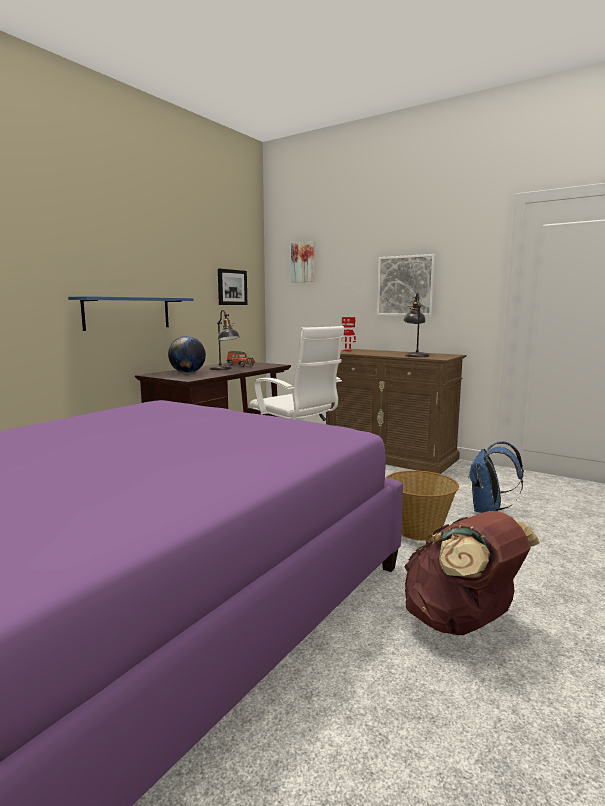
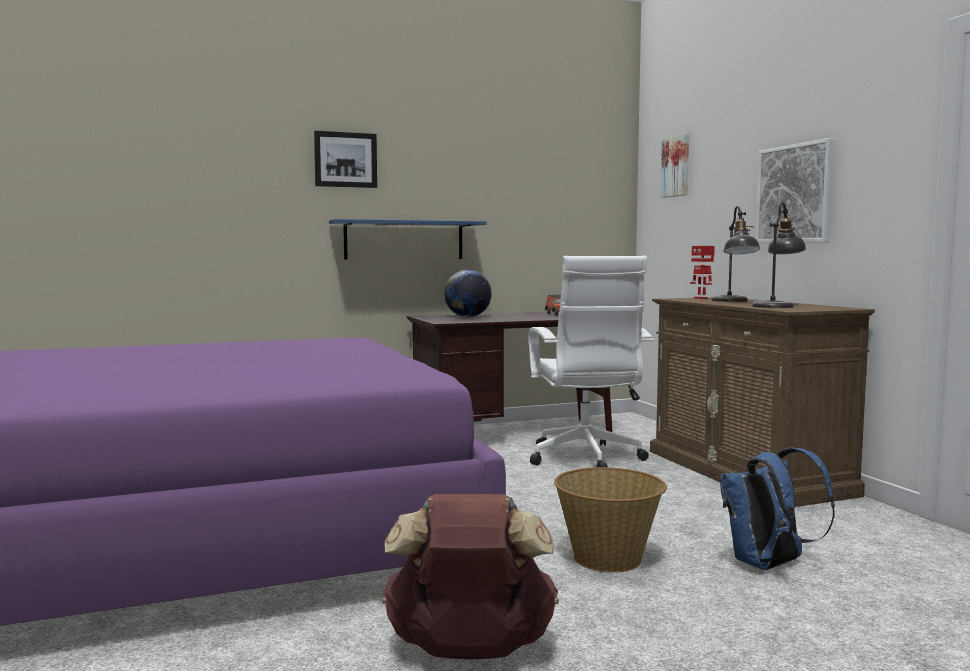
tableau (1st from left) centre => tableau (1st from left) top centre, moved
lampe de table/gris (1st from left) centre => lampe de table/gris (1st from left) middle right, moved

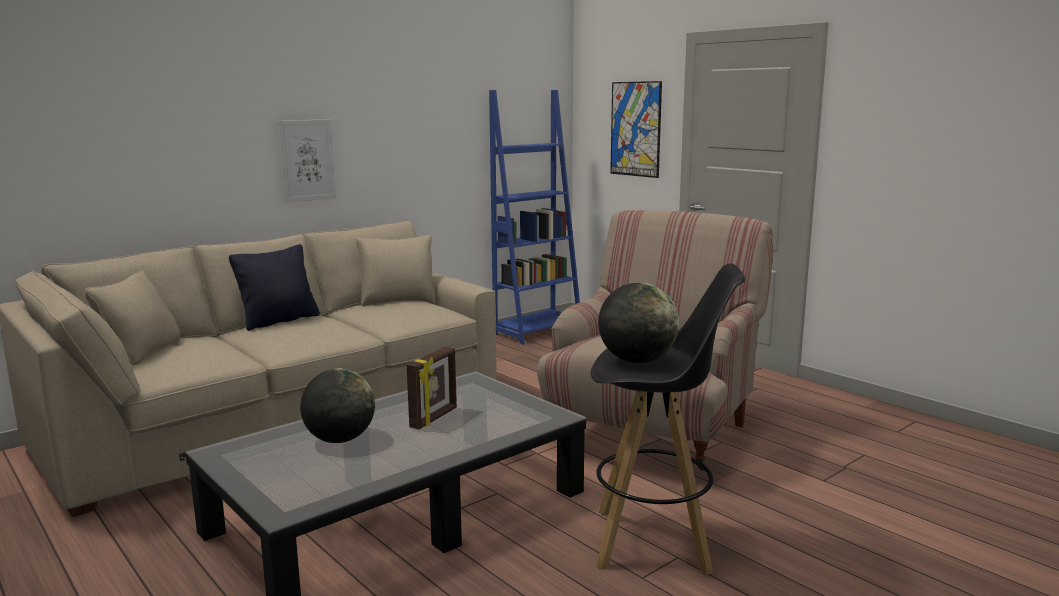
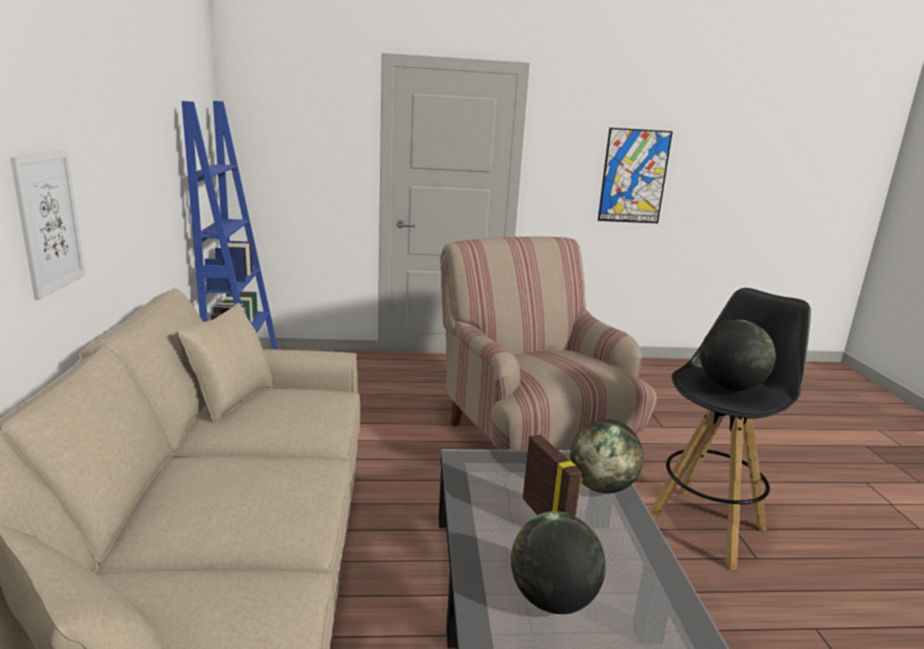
tableau (2nd from left) top centre => tableau (2nd from left) top right, moved
coussin/noir middle left => nothing
nothing => globe (2nd from left) bottom centre

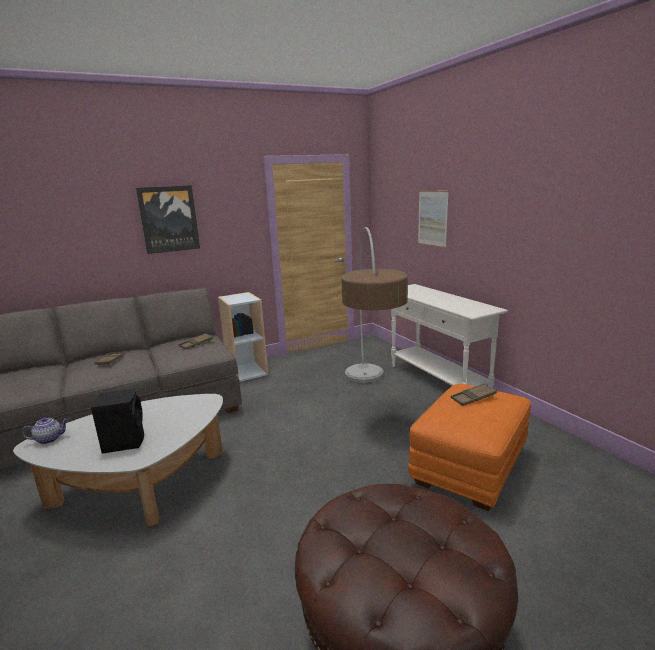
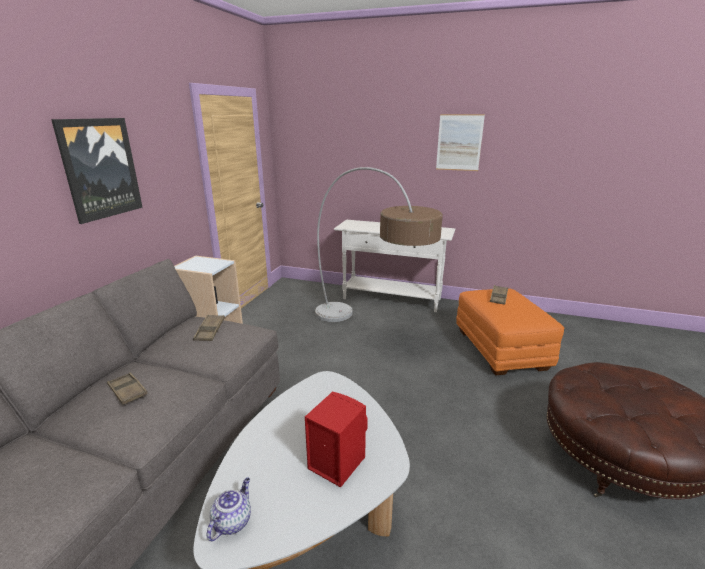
tableau (2nd from left) centre => tableau (2nd from left) top centre, moved
enceinte/noir middle left => enceinte/rouge bottom centre

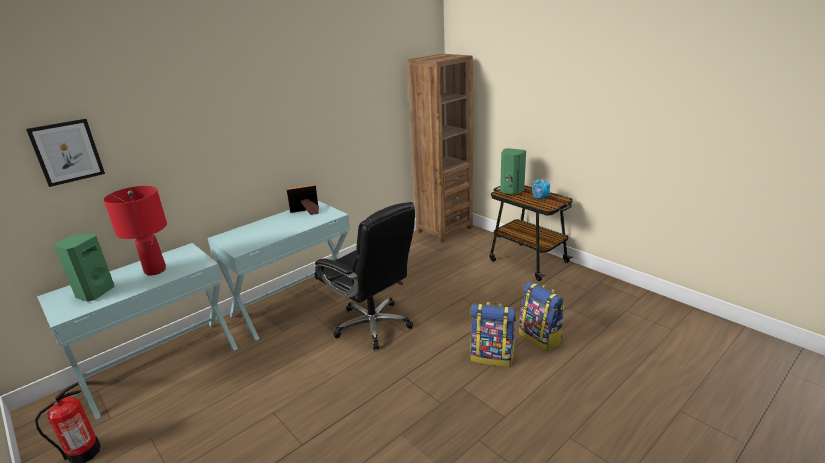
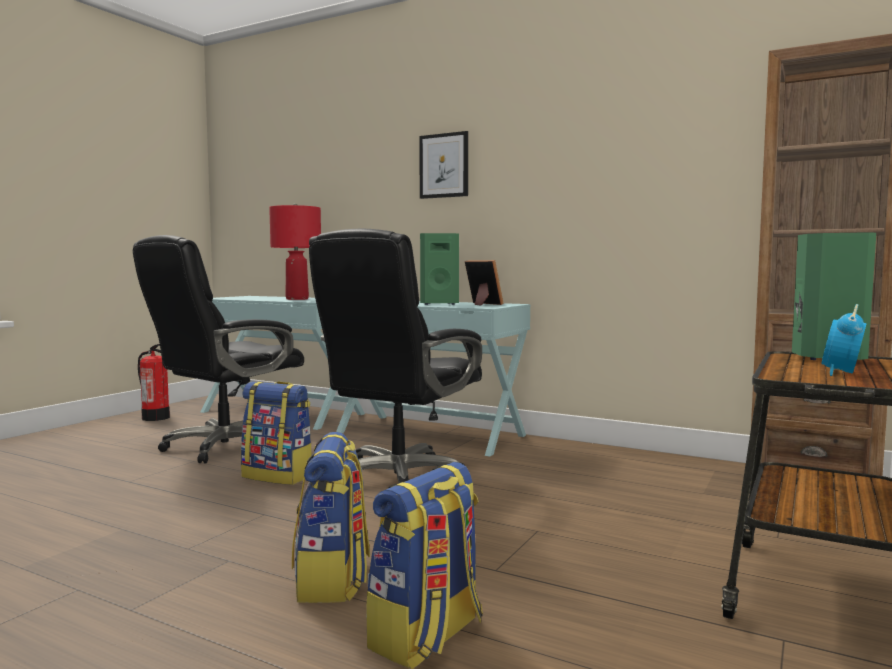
tableau top left => tableau top centre, moved
enceinte/vert (1st from left) middle left => enceinte/vert (1st from left) centre, moved
nothing => chaise de bureau/noir (1st from left) middle left
nothing => sac à dos (1st from left) middle left

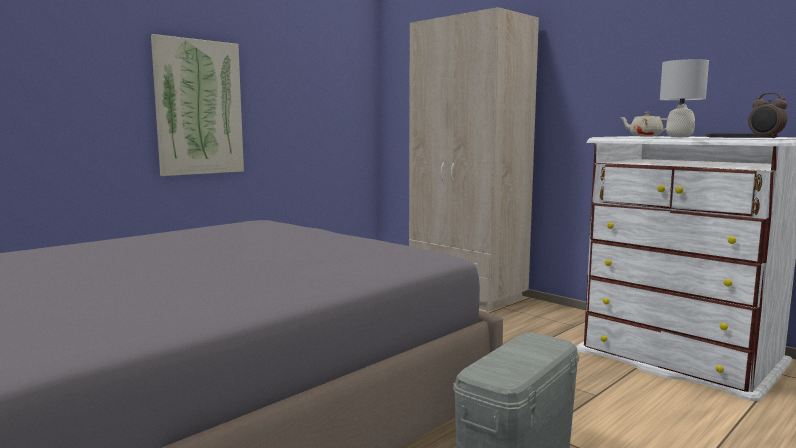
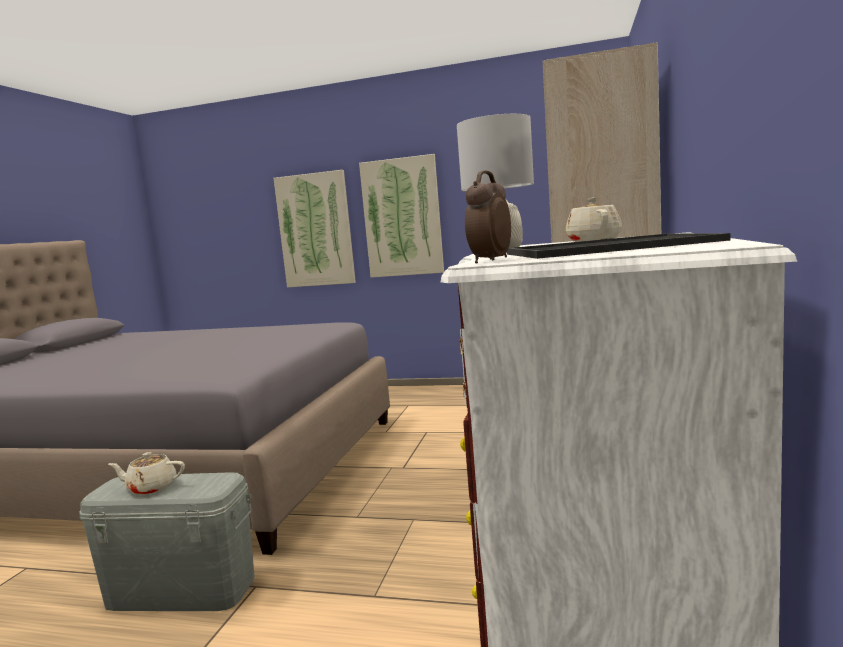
nothing => tableau (1st from left) centre
nothing => théière/beige (1st from left) bottom left

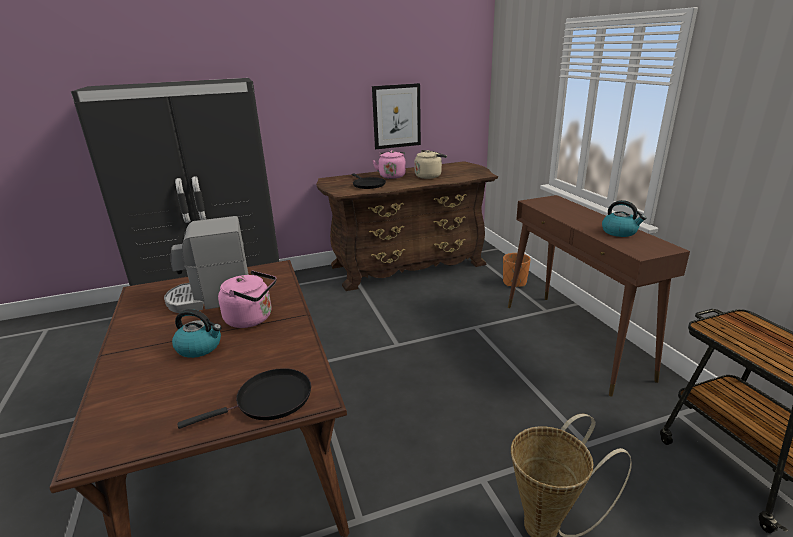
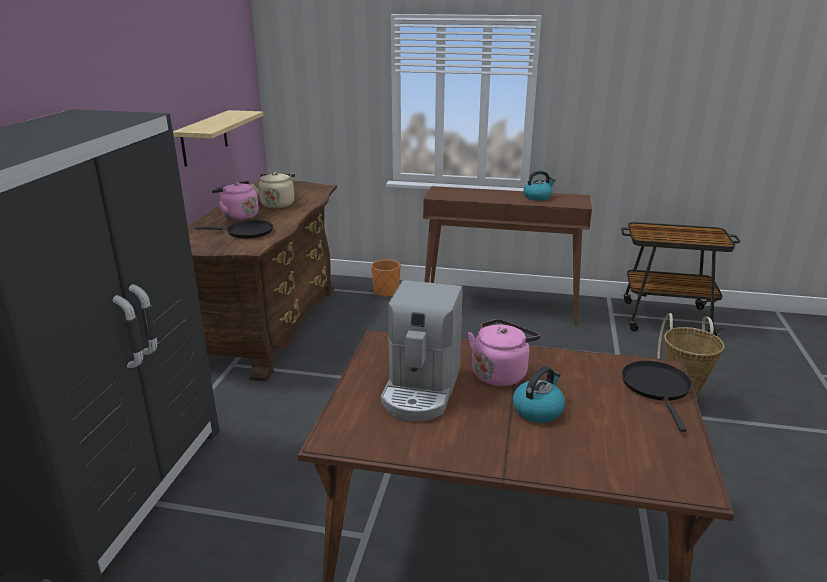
tableau top centre => étagère top left

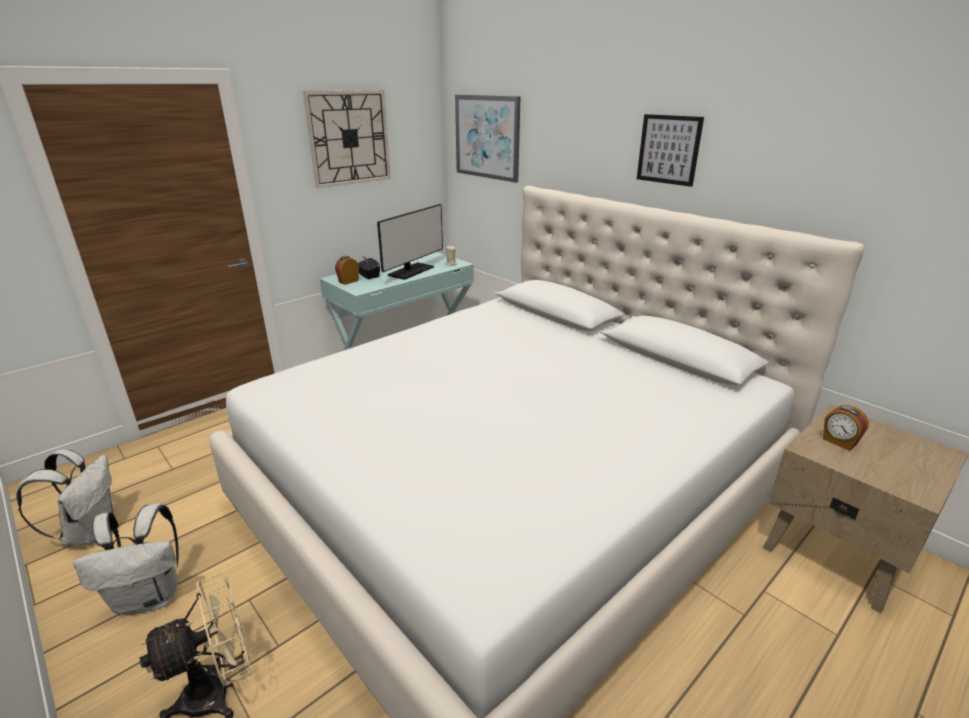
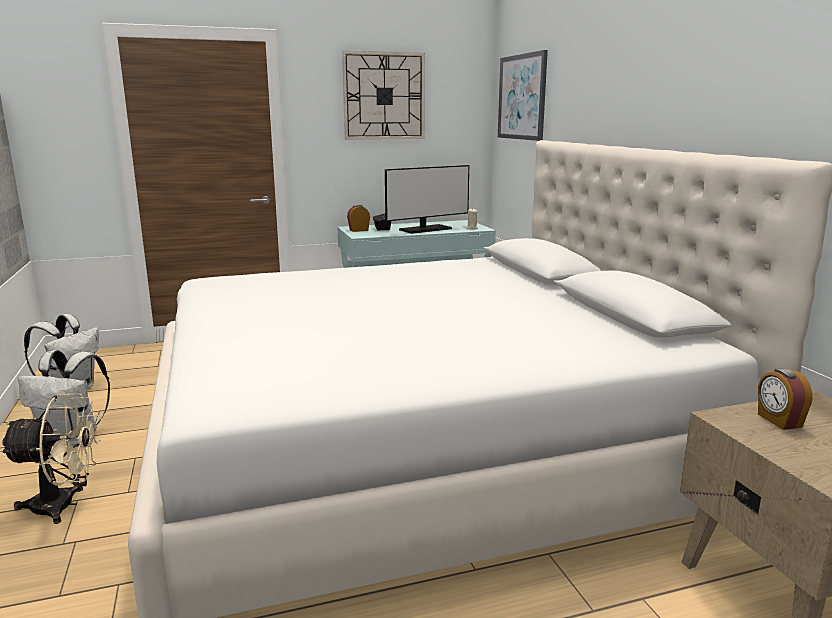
tableau (2nd from left) top right => nothing

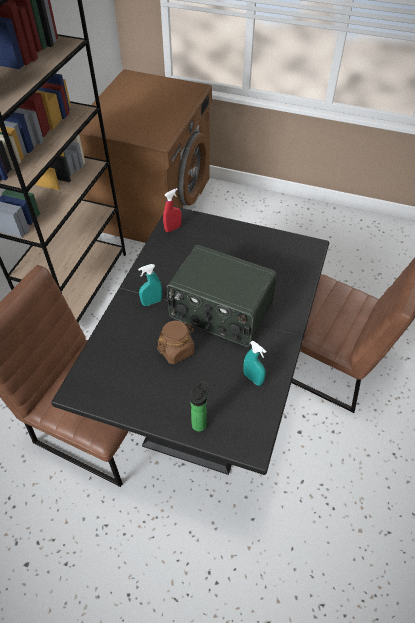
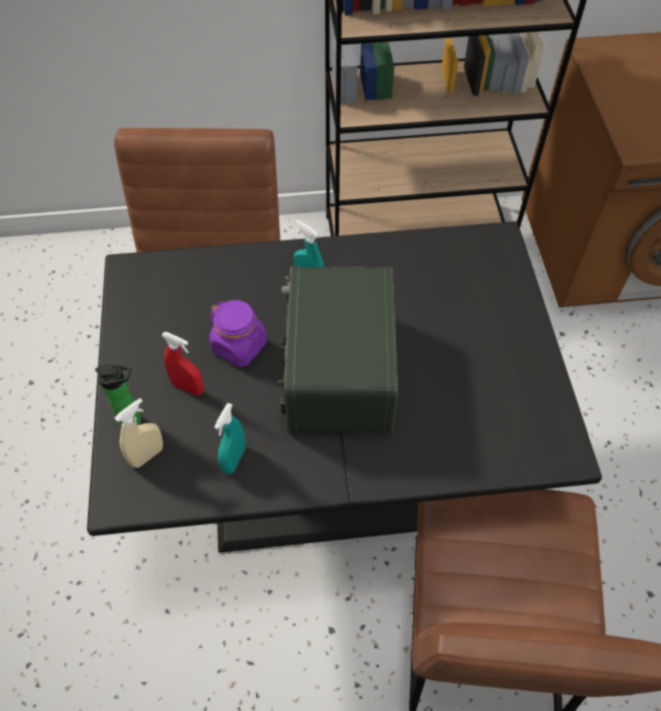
vaporisateur/rouge centre => vaporisateur/rouge middle left, moved
bocal/marron centre => bocal/violet centre
nothing => vaporisateur/beige middle left

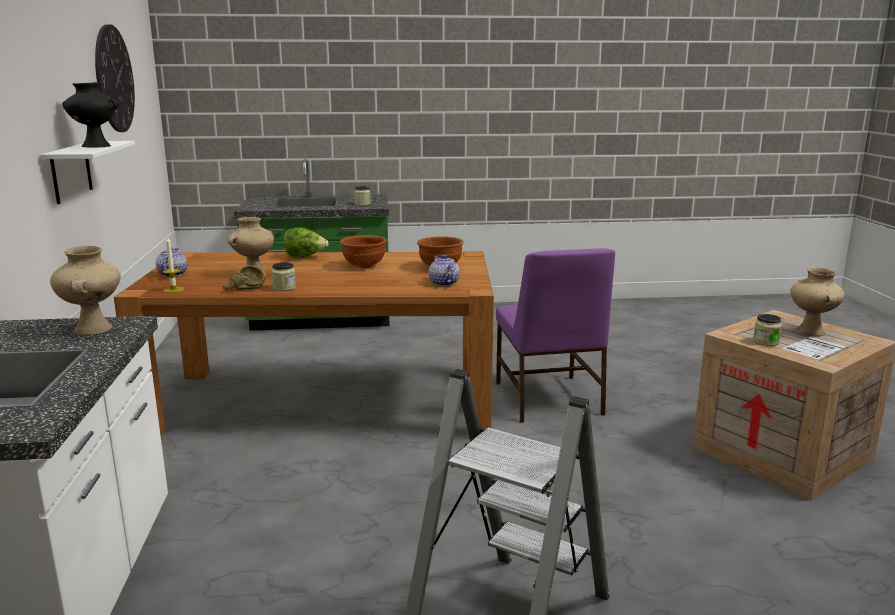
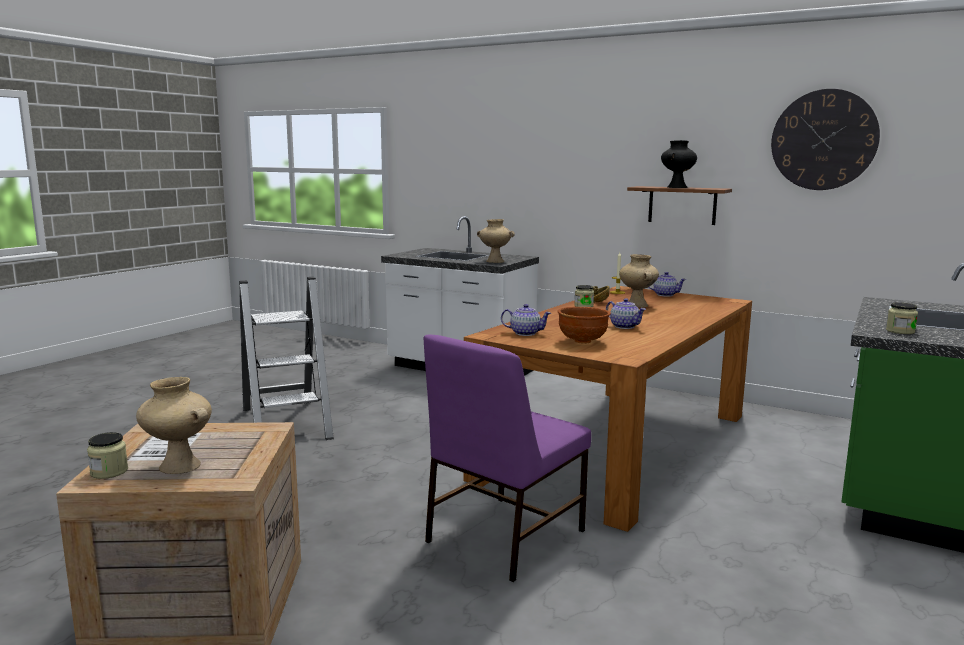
étagère/blanc top left => étagère/marron top right
laitue centre => nothing
bol/marron (2nd from left) centre => théière (2nd from left) centre
chaise/violet centre => chaise/violet bottom centre, 75 degrees counterclockwise
bocal (3rd from left in the first image) middle right => bocal (1st from left) bottom left, moved

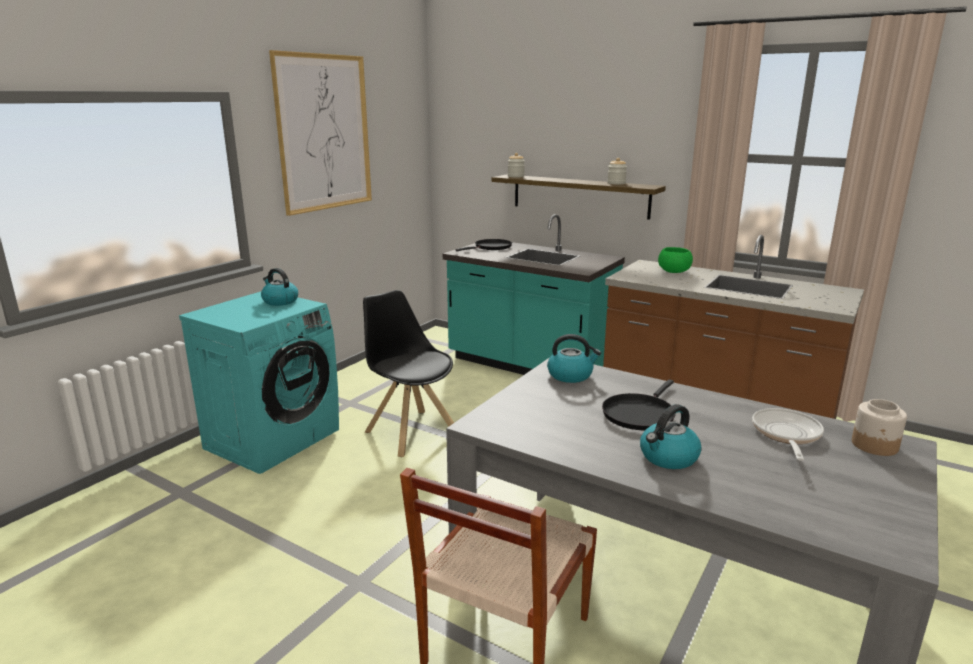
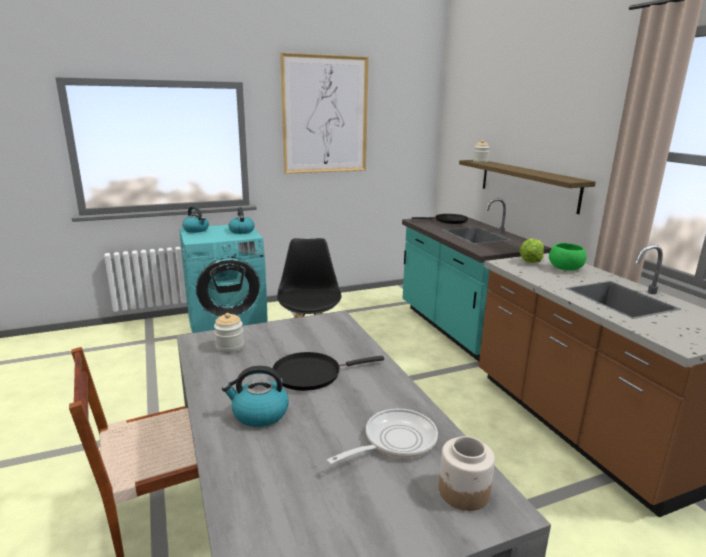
bocal (2nd from left in the first image) top centre => bocal (1st from left) middle left, moved
bouilloire (2nd from left in the first image) centre => bouilloire (1st from left) middle left, moved
nothing => laitue middle right

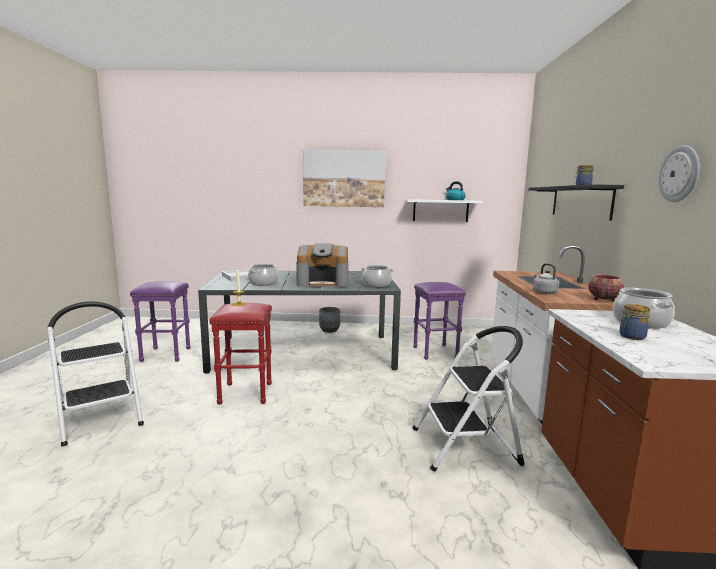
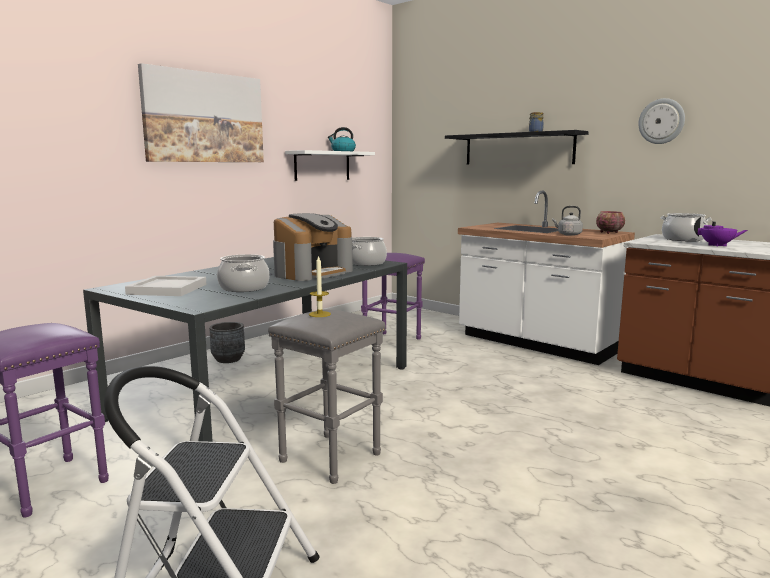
tabouret/rouge centre => tabouret/gris bottom centre
bocal (2nd from left) middle right => théière/violet middle right
escabeau (2nd from left) bottom centre => nothing

